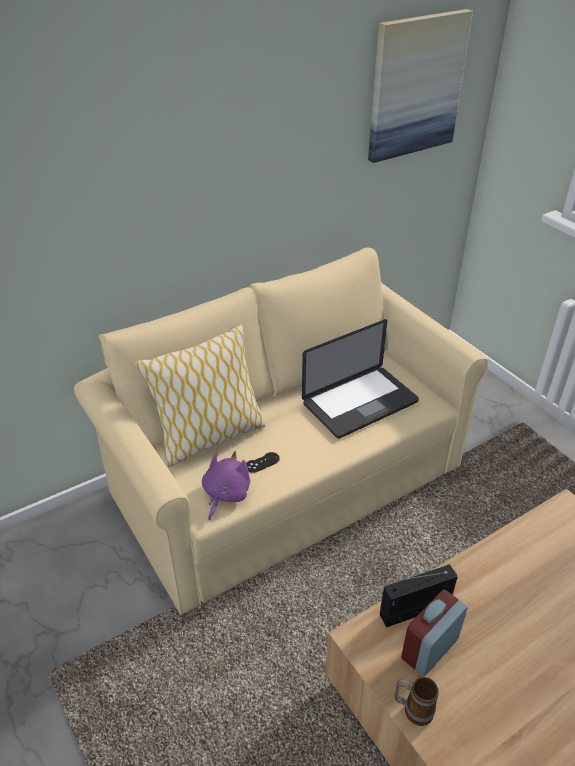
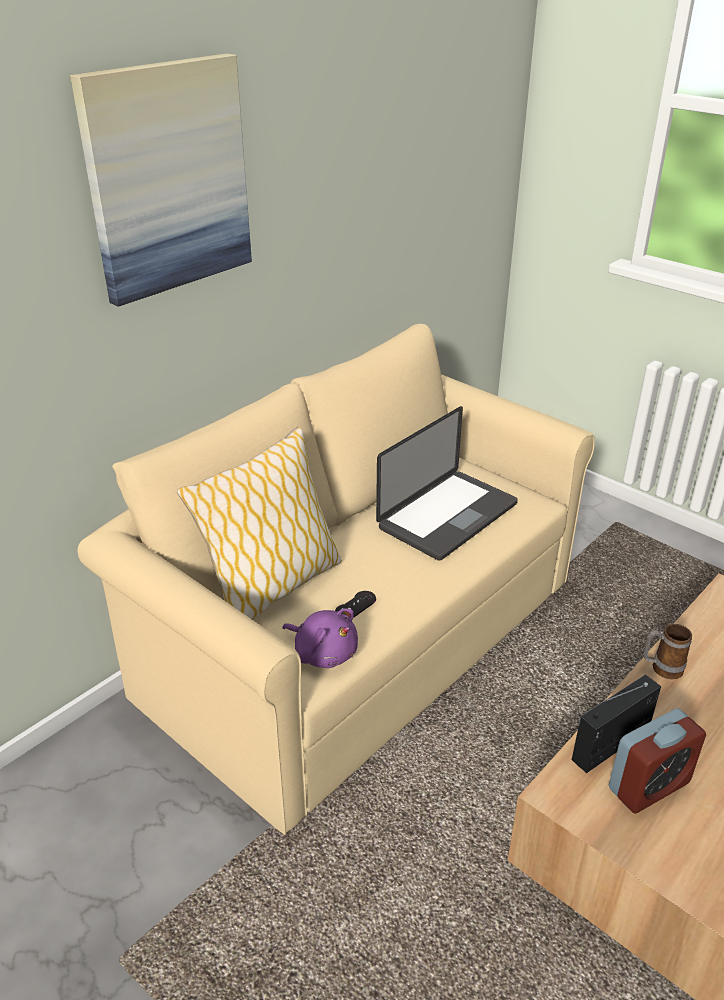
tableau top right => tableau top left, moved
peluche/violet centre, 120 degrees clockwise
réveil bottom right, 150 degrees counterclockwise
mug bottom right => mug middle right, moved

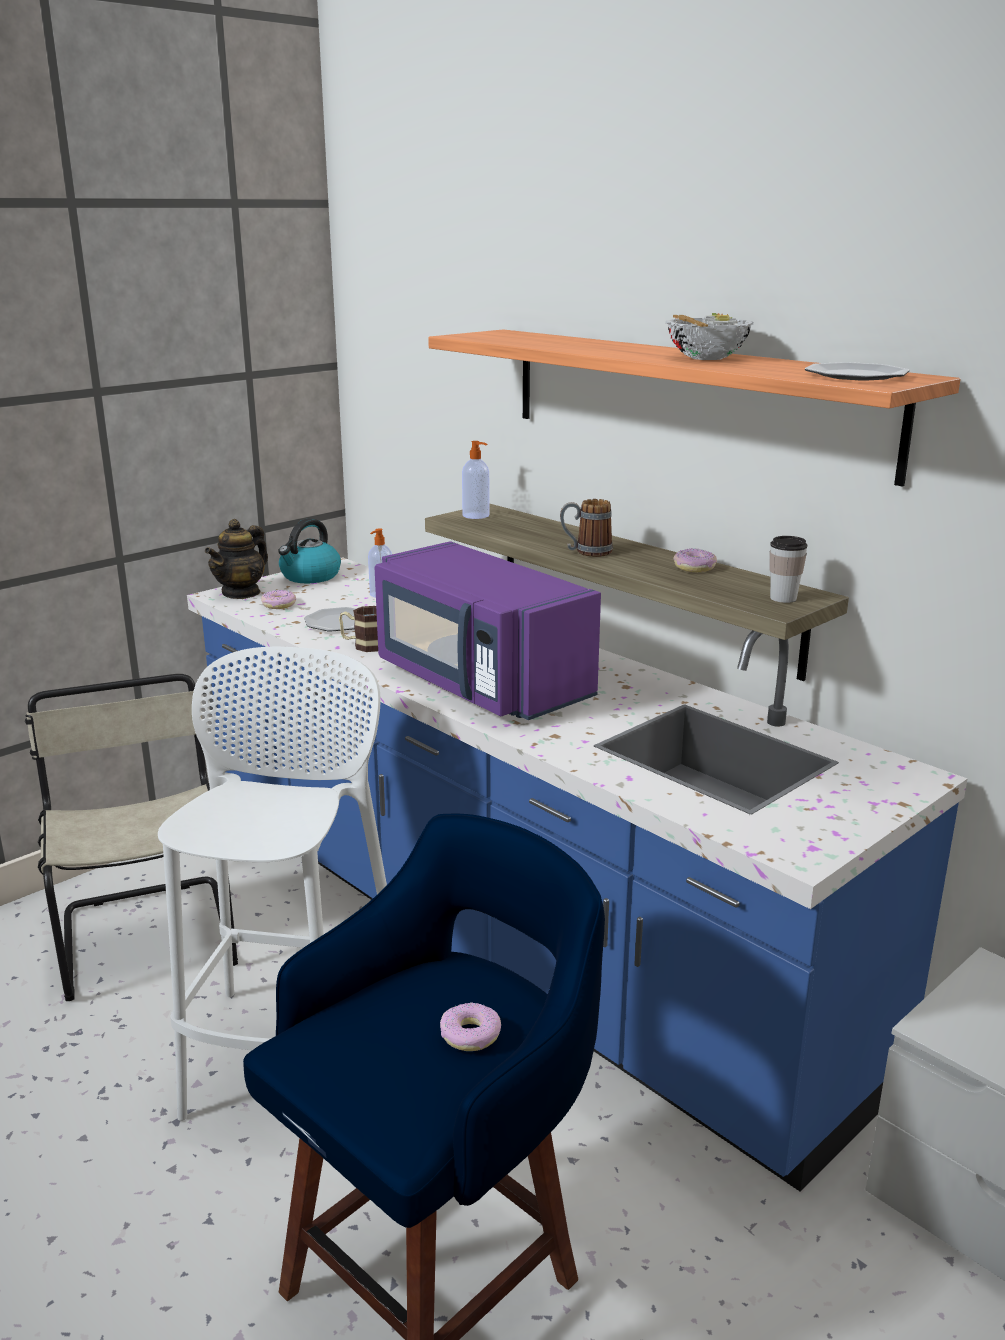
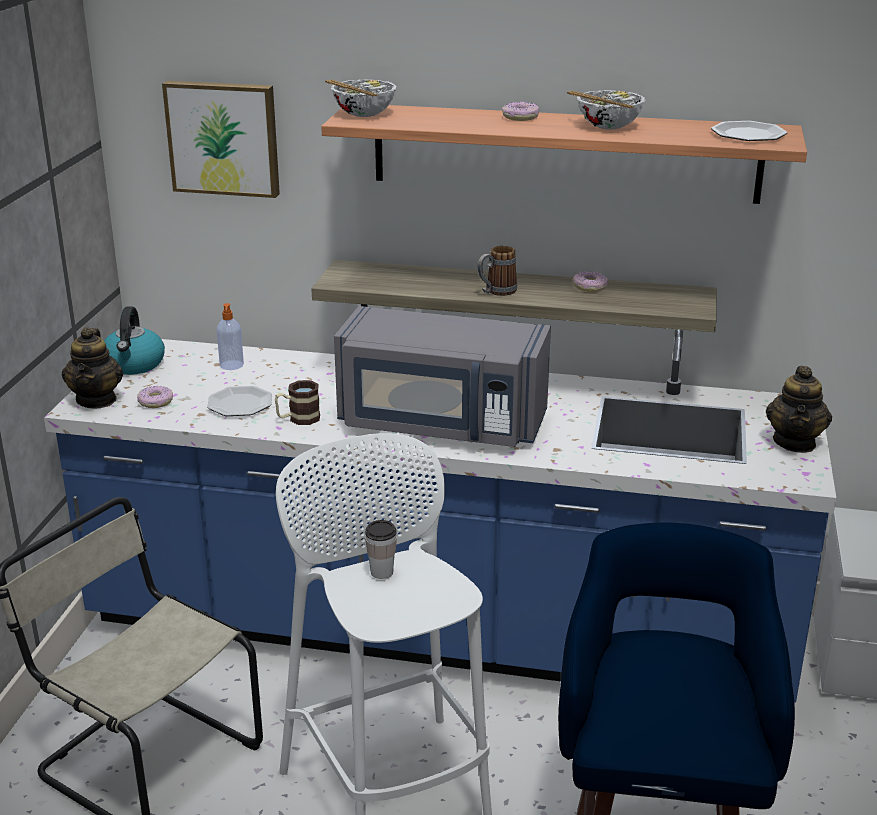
distributeur de savon (2nd from left) centre => nothing
tasse middle right => tasse bottom centre, moved
micro-ondes/violet centre => micro-ondes/gris centre
beignet (2nd from left) bottom centre => beignet (2nd from left) top centre, moved
nothing => bol (1st from left) top centre
nothing => tableau top left
nothing => théière (2nd from left) middle right

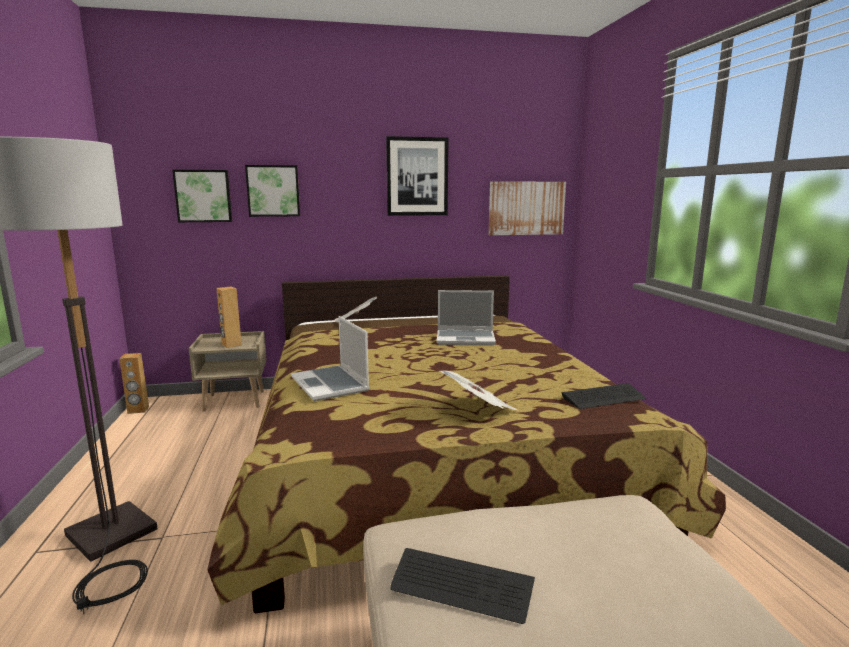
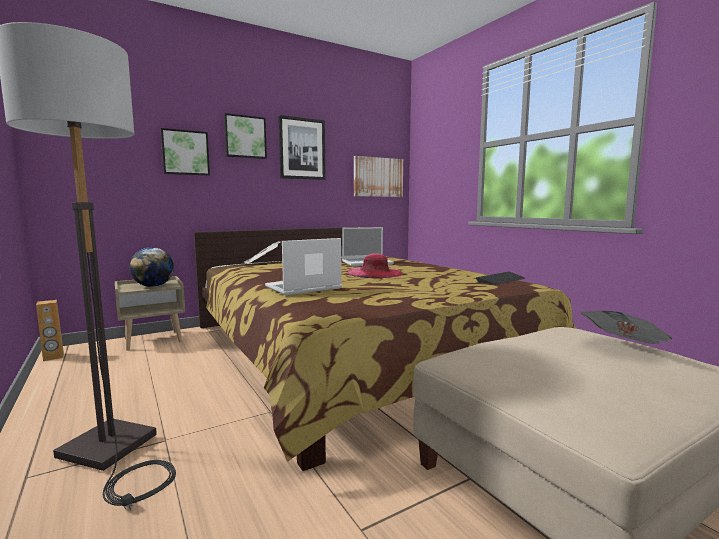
tableau (1st from left in the first image) top left => tableau (2nd from left) top centre, moved
enceinte/marron (2nd from left) middle left => globe middle left
ordinateur portable (1st from left) centre, 105 degrees clockwise
journal (2nd from left) centre => journal (2nd from left) middle right, moved
clavier (1st from left) bottom centre => nothing
nothing => chapeau/rose centre

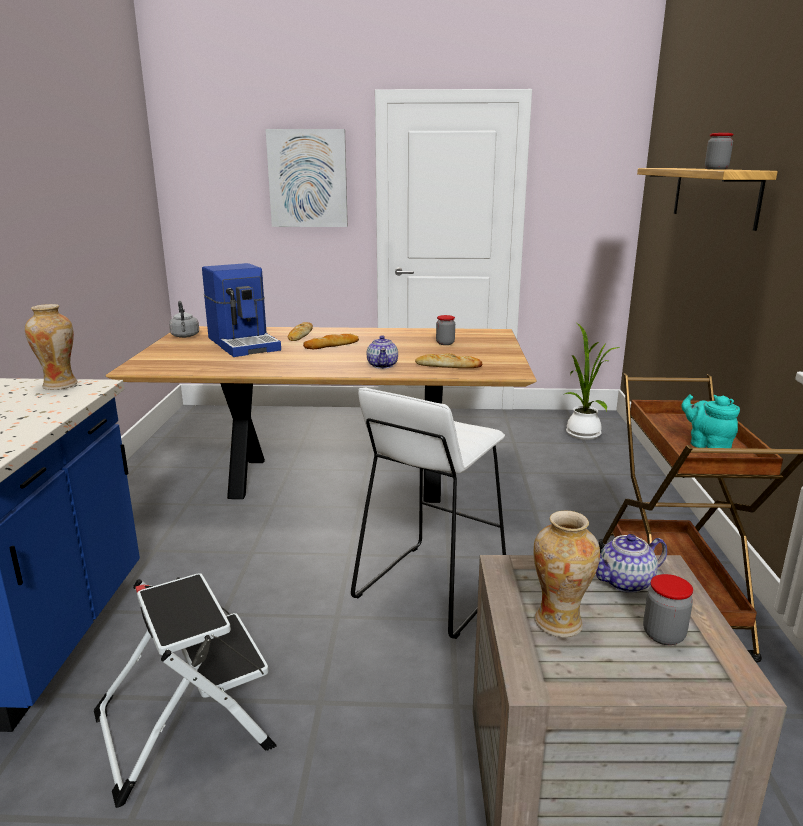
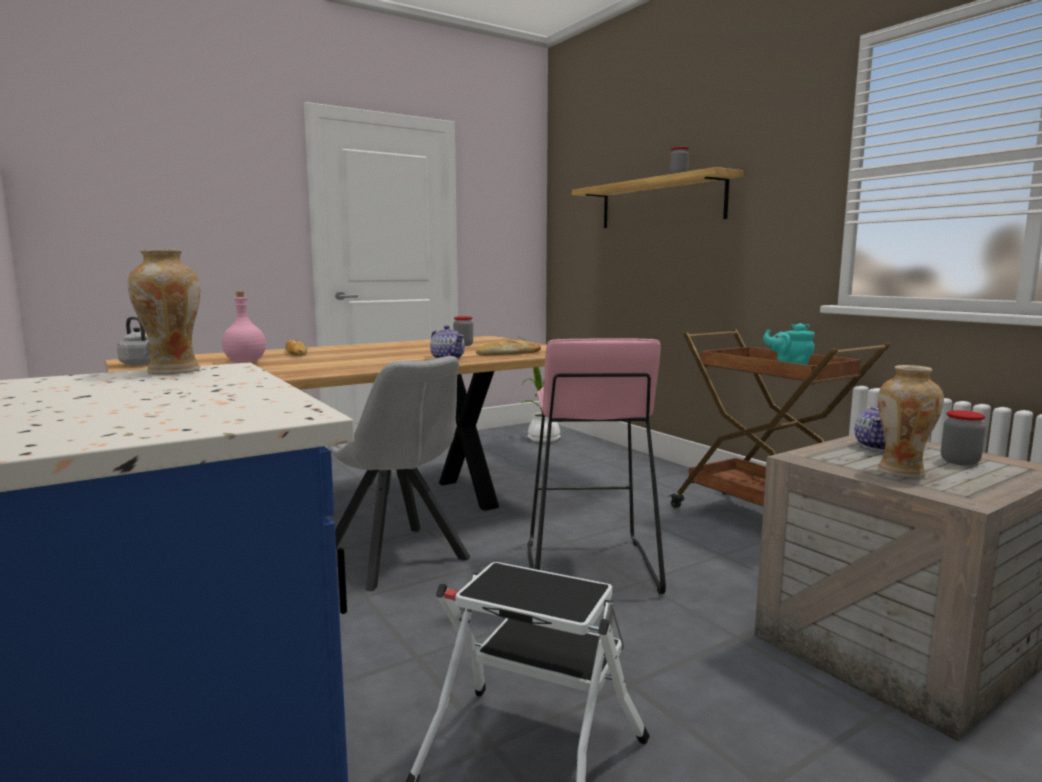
tableau top centre => nothing
machine à café middle left => bouteille/rose middle left
pain (2nd from left) centre => nothing
tabouret/blanc centre => tabouret/rose centre
nothing => chaise/gris centre

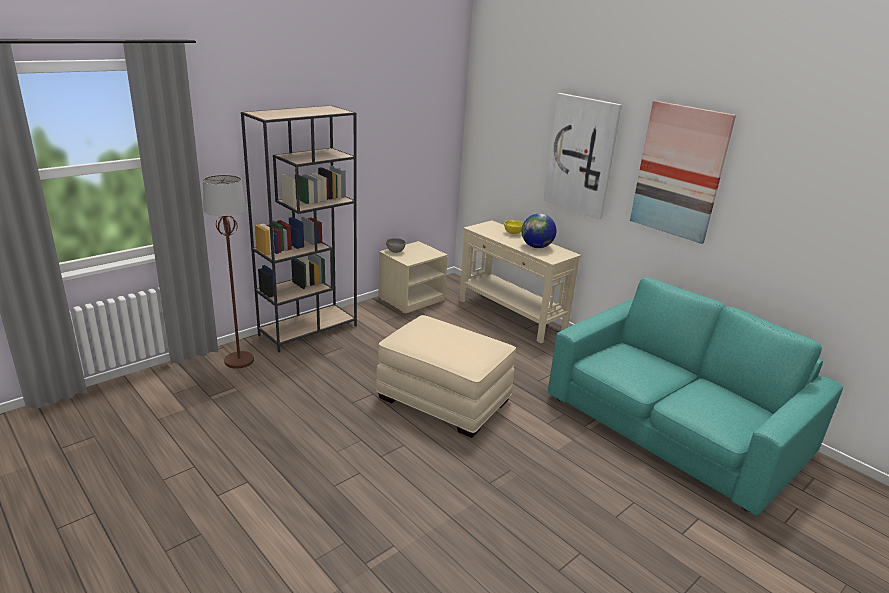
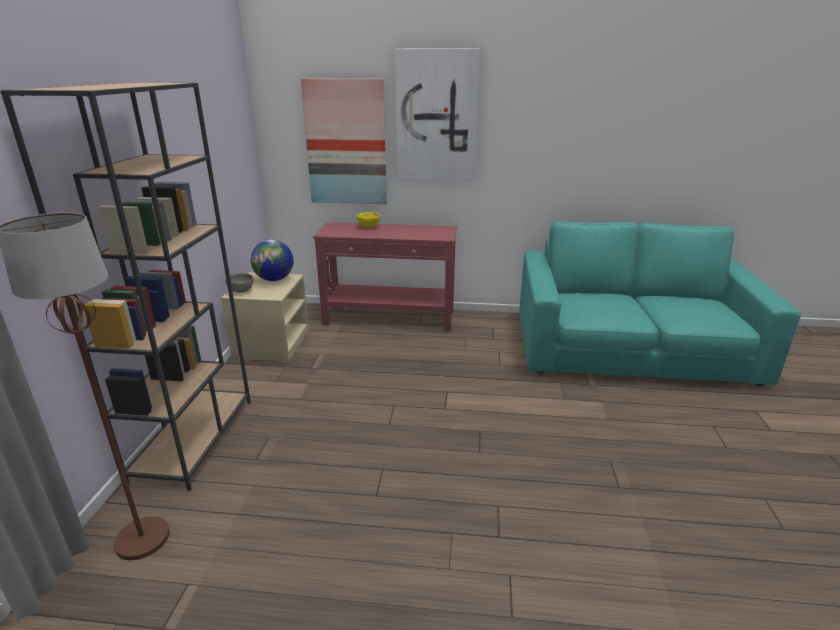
tableau (2nd from left in the first image) top right => tableau (1st from left) top centre, moved
globe centre => globe middle left, moved
table console/beige centre => table console/rouge centre
pouf/beige centre => nothing

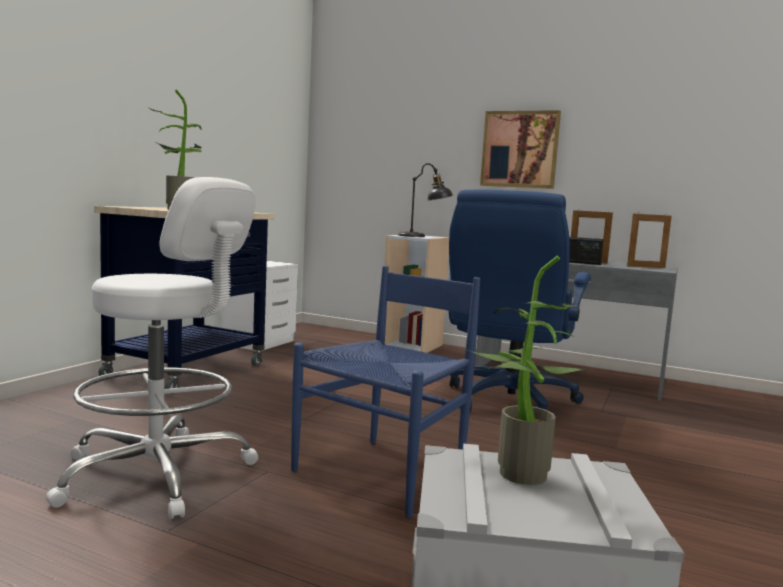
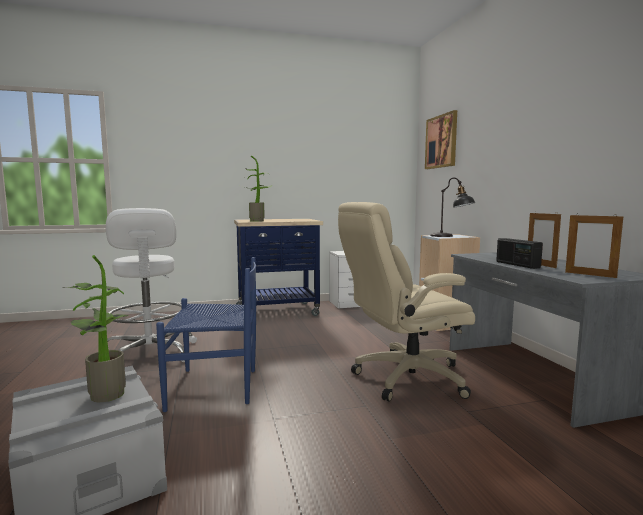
tableau top centre => tableau top right, moved
chaise de bureau/bleu centre => chaise de bureau/beige centre

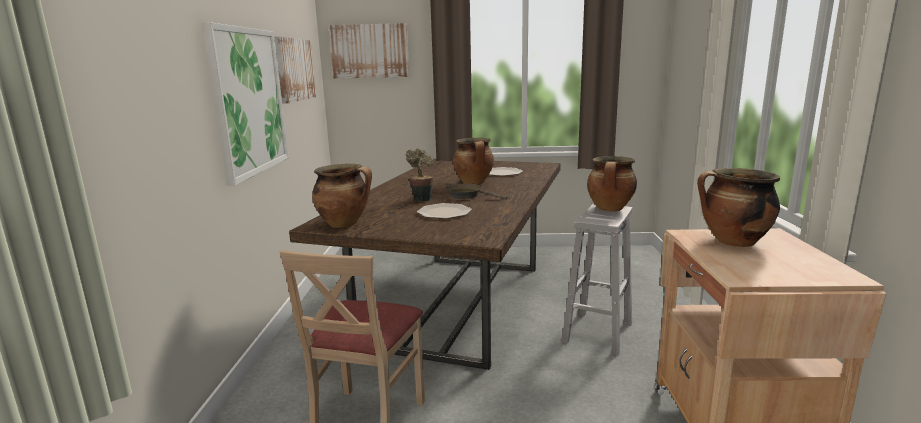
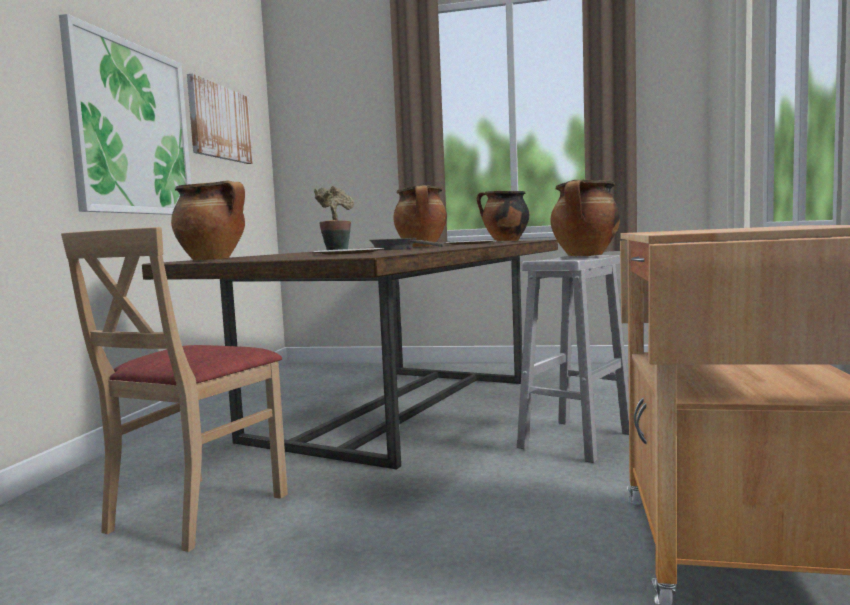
tableau (3rd from left) top centre => nothing
marmite (4th from left in the first image) middle right => marmite (3rd from left) centre, moved

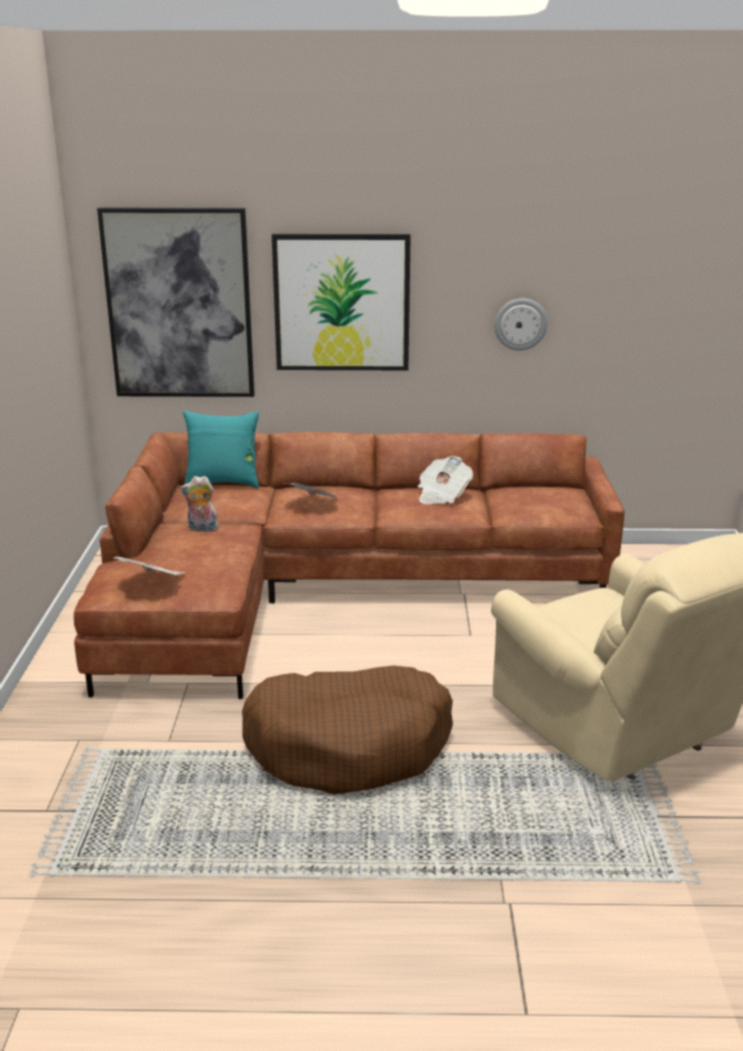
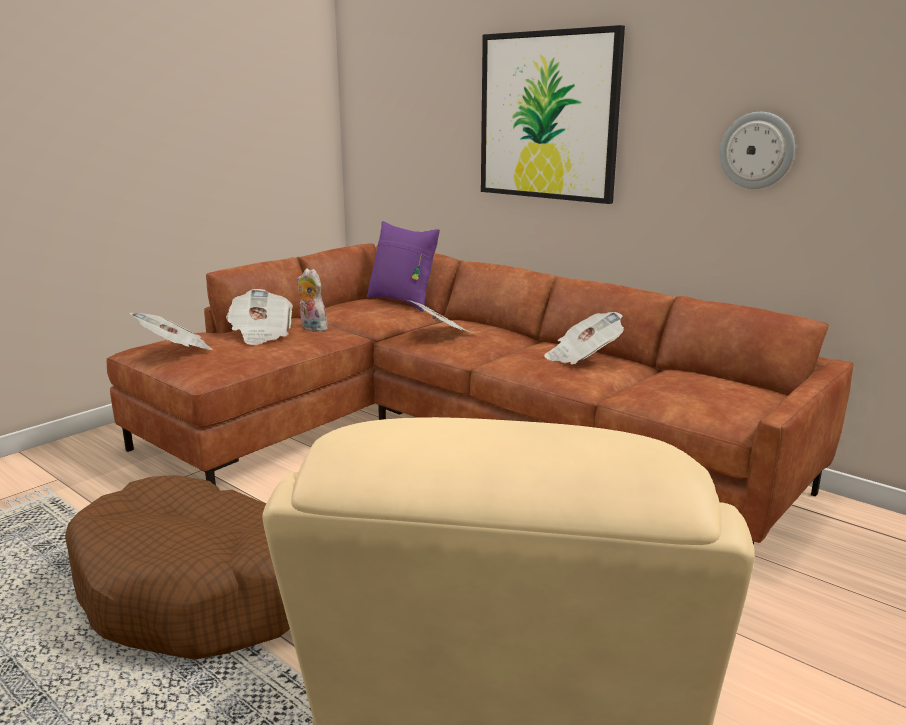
tableau (1st from left) top left => nothing
coussin/turquoise middle left => coussin/violet centre
nothing => journal (2nd from left) middle left

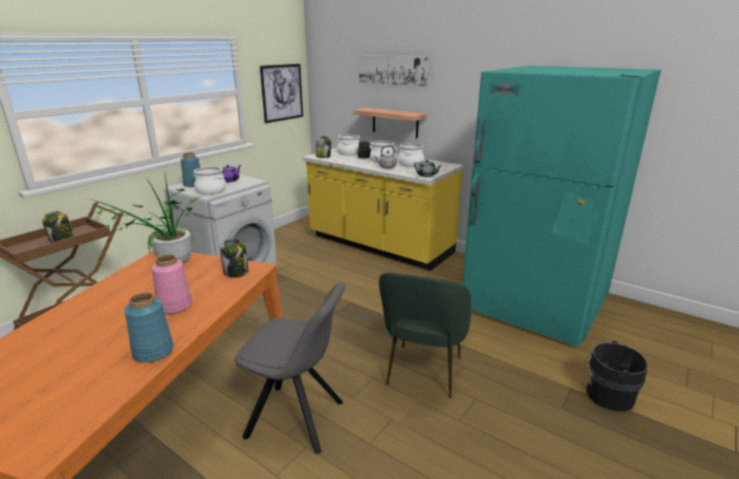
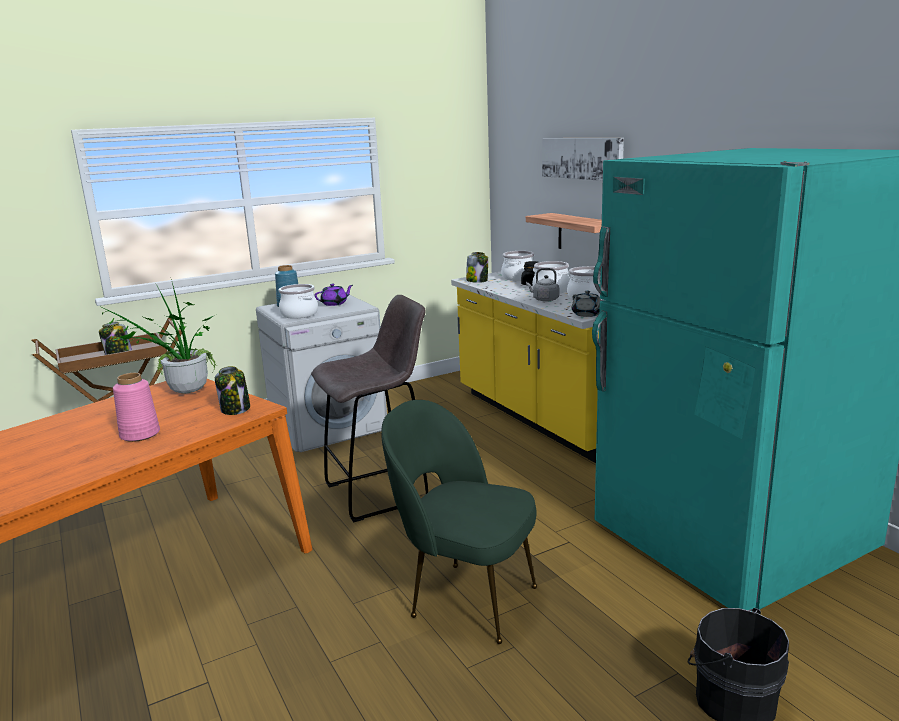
tableau (1st from left) top centre => nothing
chaise/vert bottom centre, 75 degrees clockwise
chaise/gris bottom centre => nothing
vase/bleu (1st from left) bottom left => nothing
nothing => tabouret/gris centre

